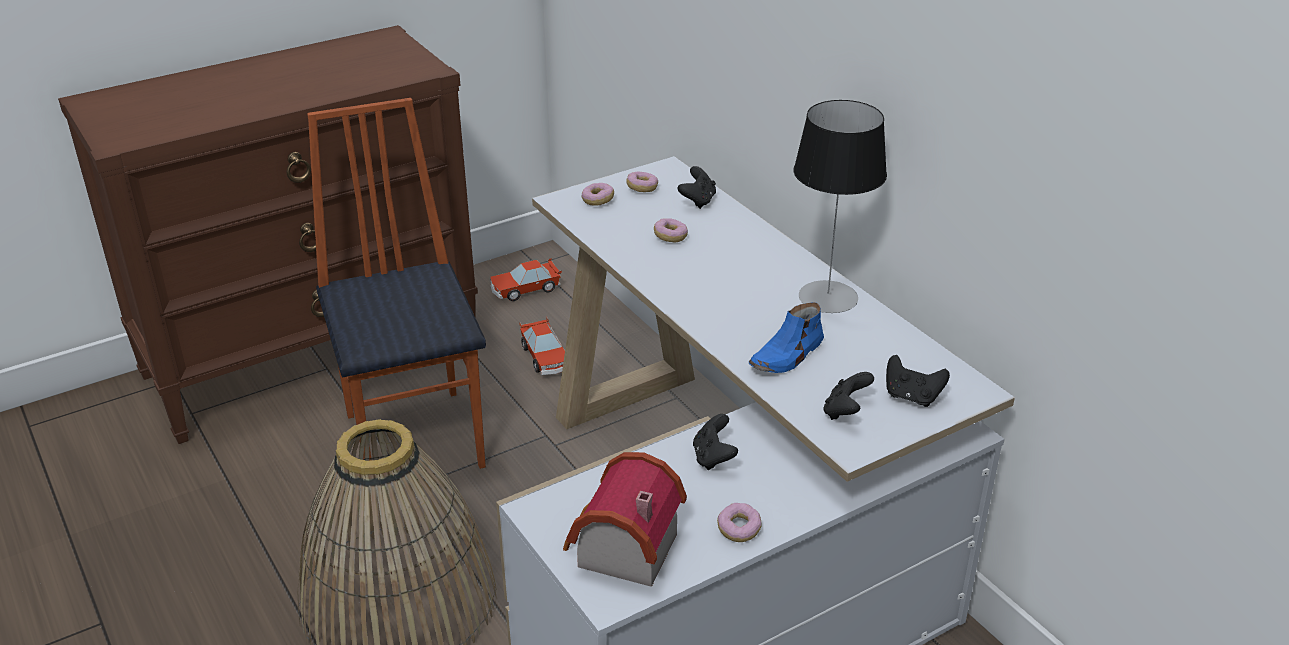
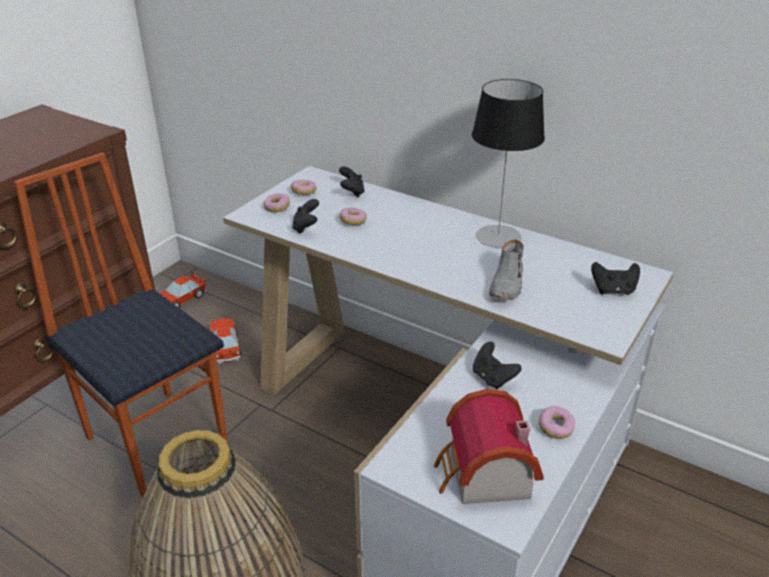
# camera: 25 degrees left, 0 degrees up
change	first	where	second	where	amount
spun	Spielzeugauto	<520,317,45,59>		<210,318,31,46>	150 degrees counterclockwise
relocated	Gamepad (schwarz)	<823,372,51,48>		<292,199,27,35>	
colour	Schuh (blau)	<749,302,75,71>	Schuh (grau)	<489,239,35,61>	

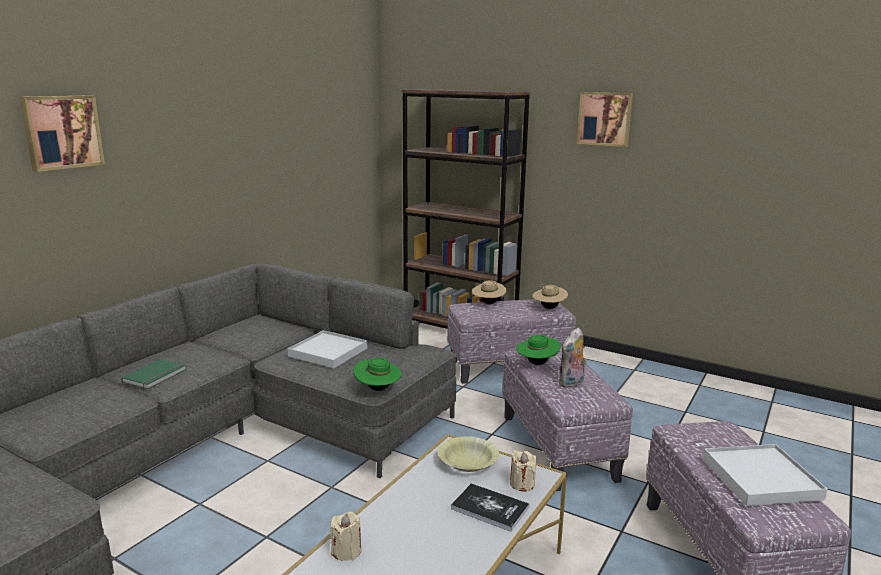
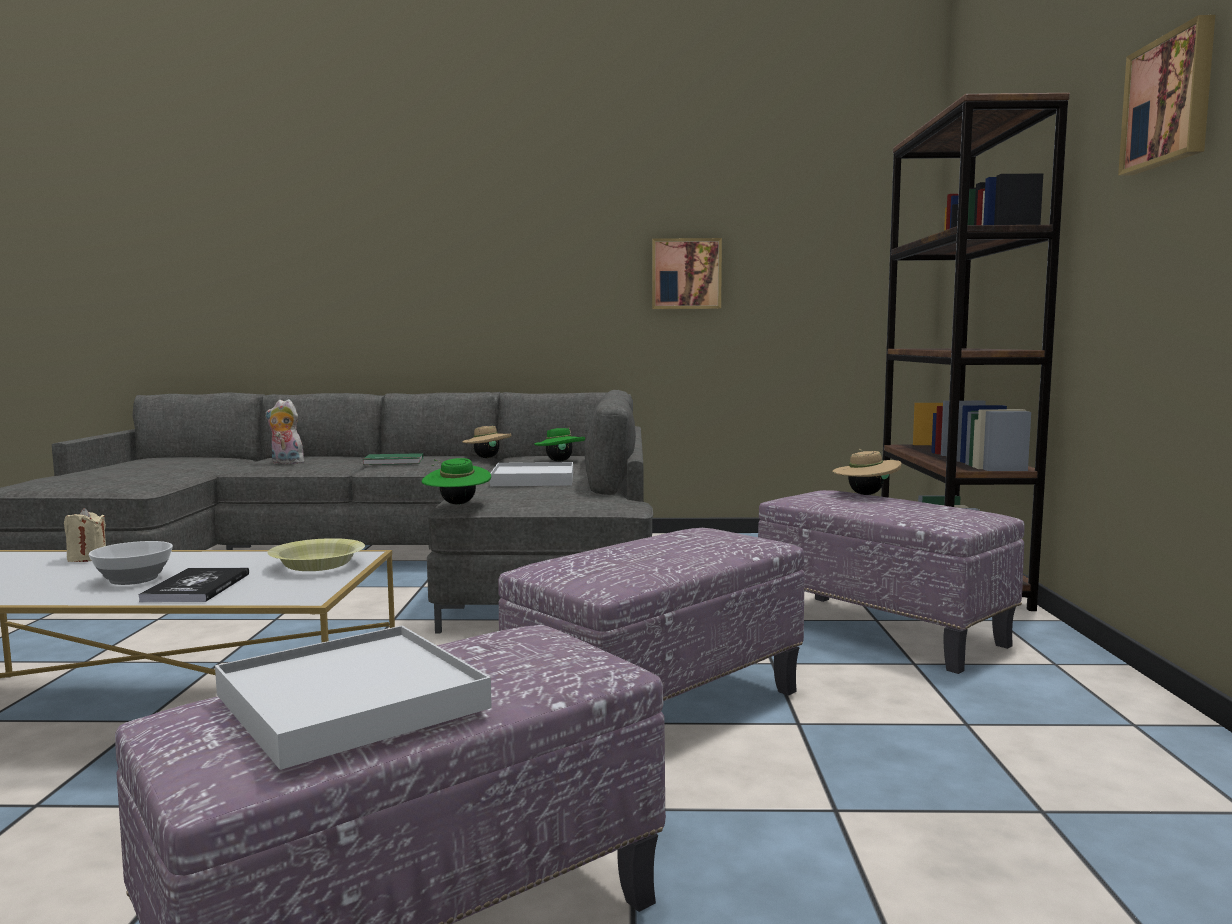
# camera: 60 degrees right, 10 degrees down
change	first	where	second	where	amount
appeared			Schüssel	<89,541,84,44>	
relocated	Plüschtier	<558,328,28,60>		<266,399,38,66>	
relocated	Hut (beige)	<532,284,36,25>		<462,424,49,34>	
relocated	Hut (grün)	<516,332,45,33>		<534,426,51,36>	
relocated	Bild	<20,95,85,77>		<652,238,70,71>	
missing	Kerze (beige)	<510,450,26,42>			

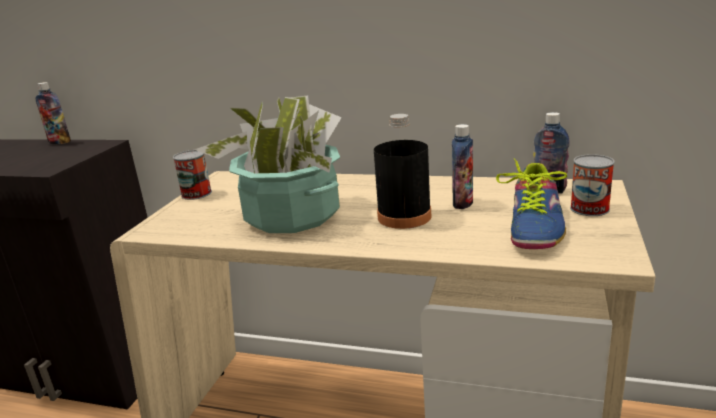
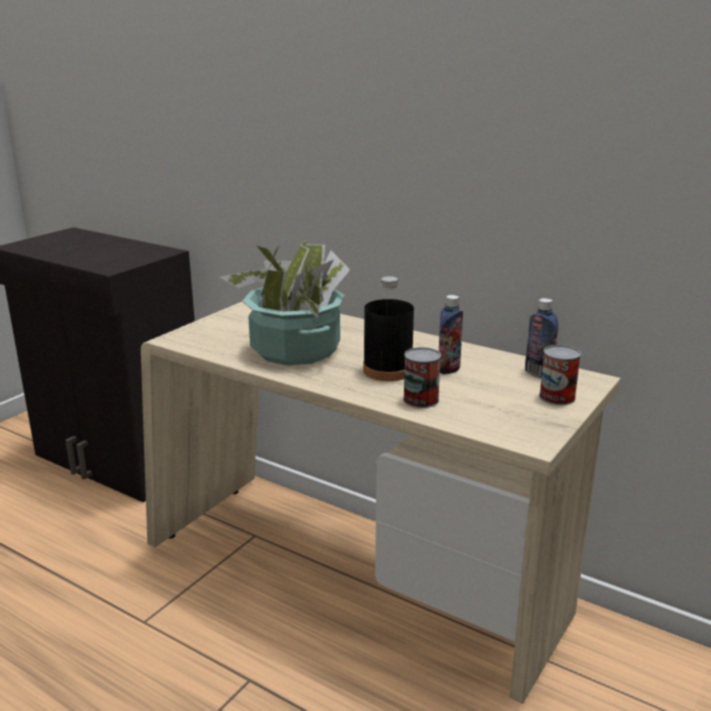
# camera: 15 degrees right, 0 degrees up
change	first	where	second	where	amount
relocated	Dose	<173,150,39,50>		<403,347,38,61>	
missing	Flasche	<36,82,35,62>			
missing	Schuh	<496,158,71,91>			

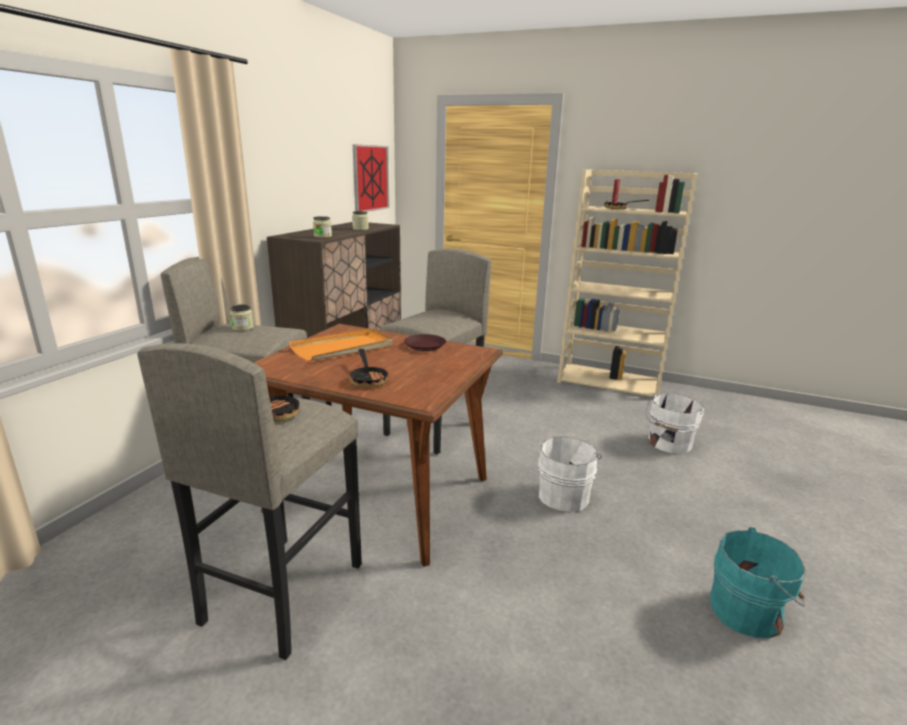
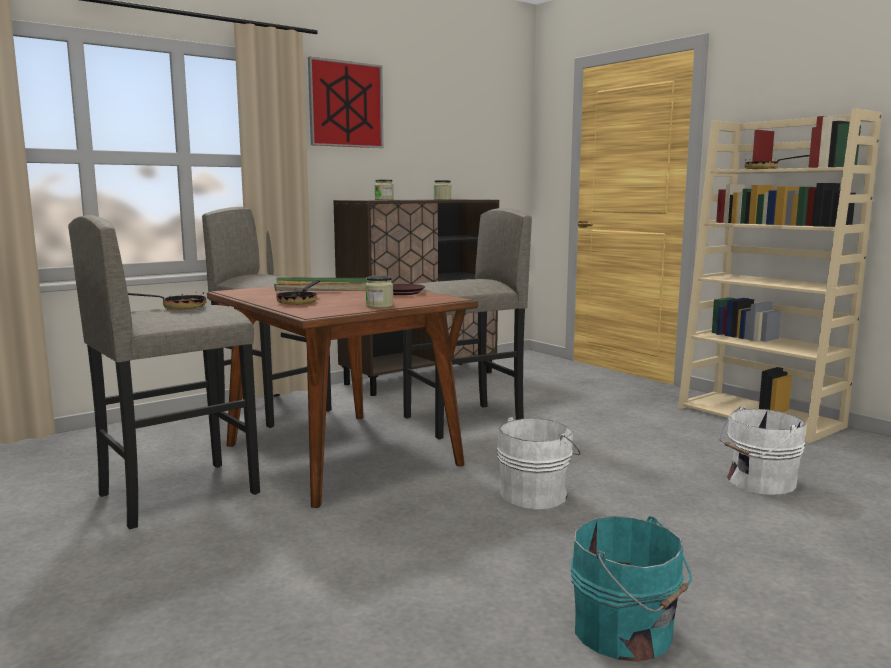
# camera: 30 degrees right, 10 degrees down
change	first	where	second	where	amount
colour	Tablett (orange)	<289,328,104,33>	Tablett (grün)	<274,278,94,13>	
relocated	Bild	<353,144,36,68>		<308,57,76,91>	
relocated	Vorratsglas	<230,304,24,27>		<366,276,27,32>	

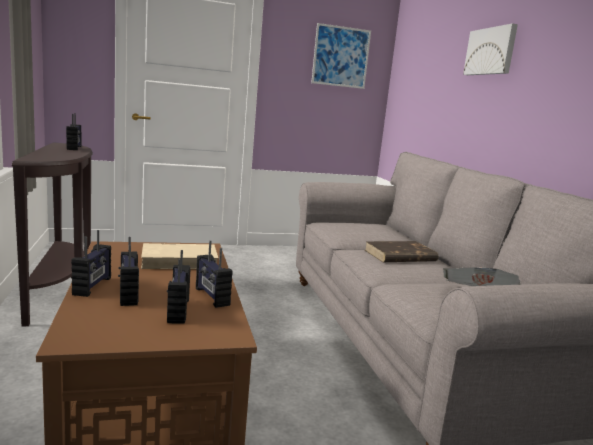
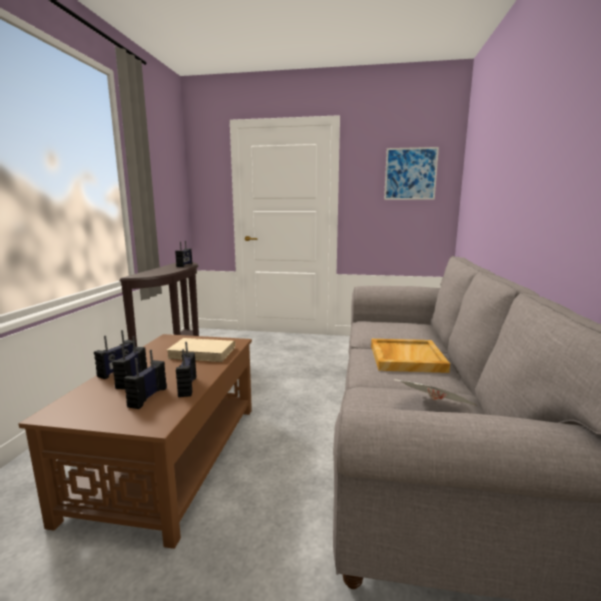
# camera: 25 degrees right, 0 degrees up
change	first	where	second	where	amount
exchanged	Buch (braun)	<365,241,73,21>	Tablett (beige)	<371,339,79,34>	
missing	Bild	<463,23,55,52>			

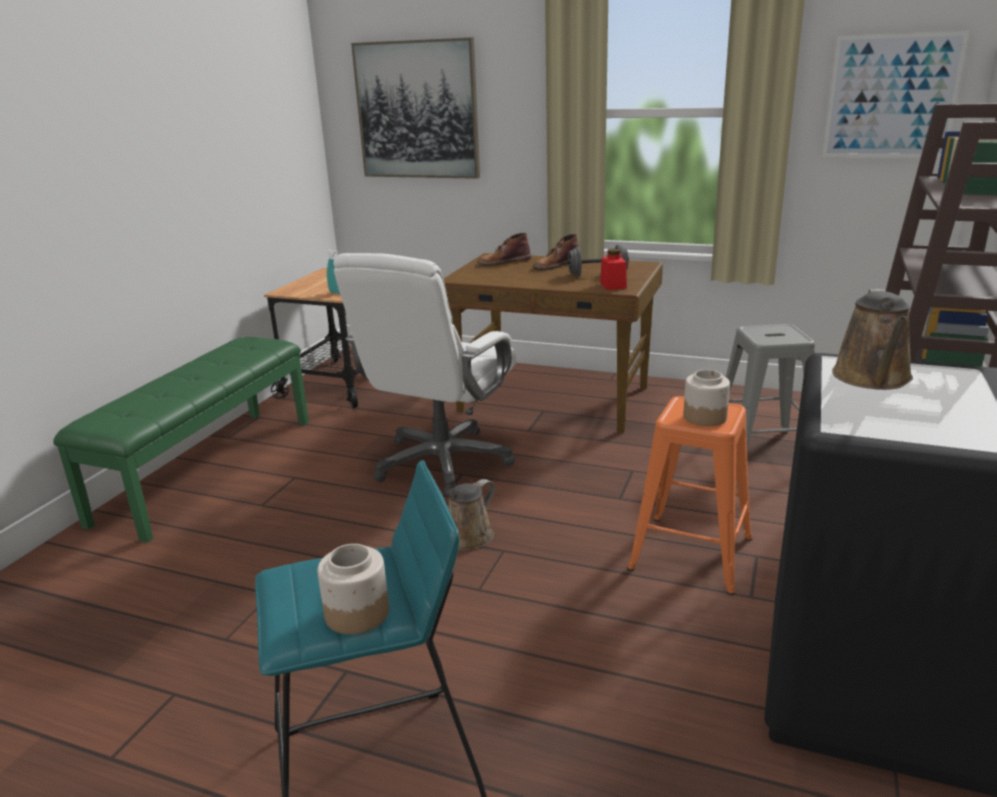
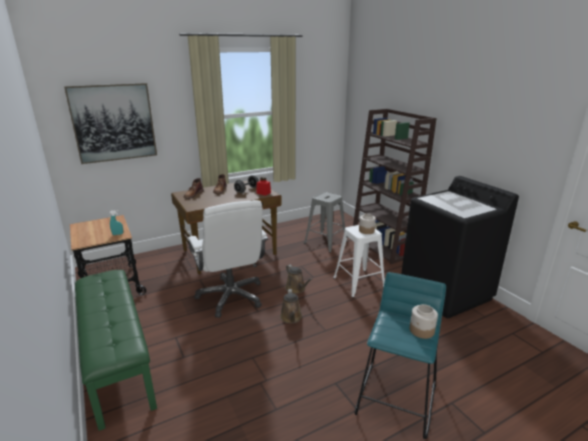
# camera: 50 degrees left, 0 degrees up
change	first	where	second	where	amount
relocated	Gießkanne (braun)	<832,289,81,101>		<286,265,27,29>	
colour	Hocker (orange)	<627,396,125,199>	Hocker (weiß)	<333,225,52,73>	
missing	Bild	<822,31,147,127>			

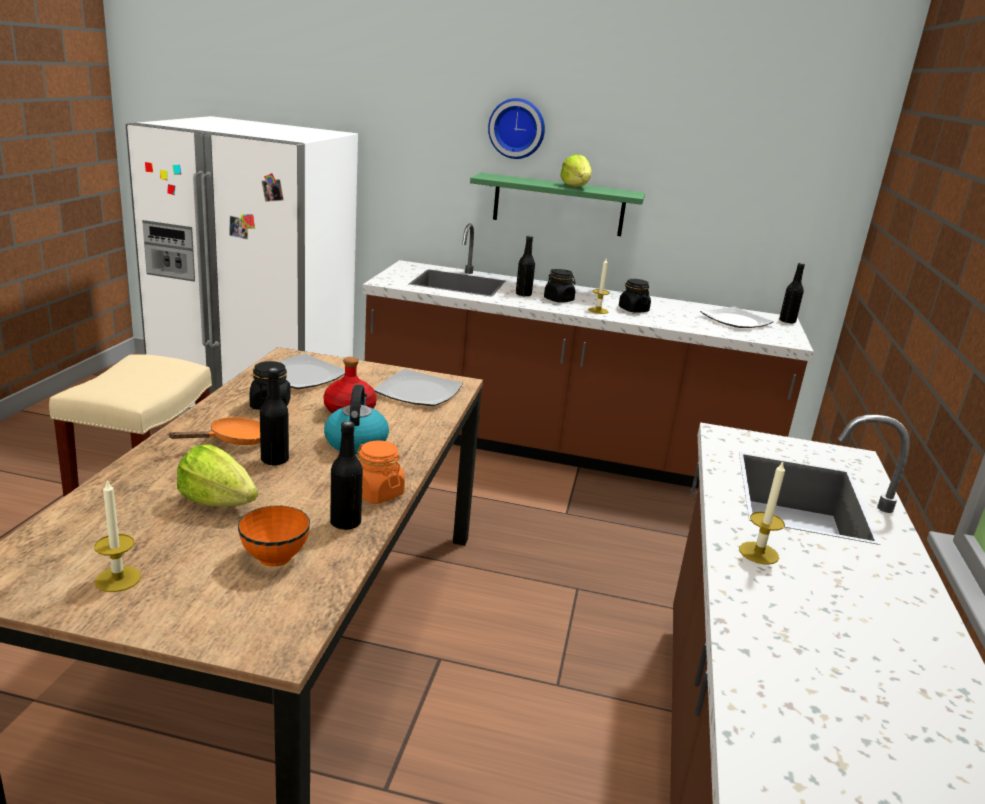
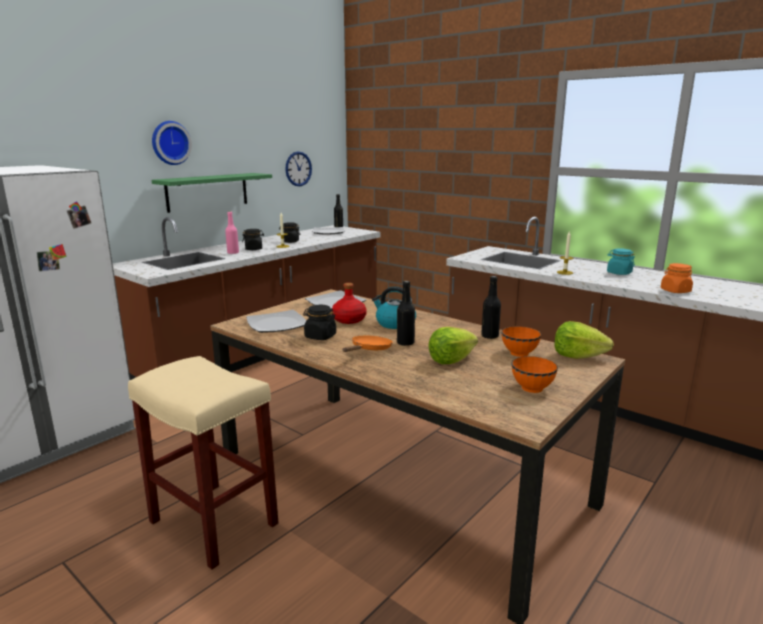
# camera: 60 degrees left, 5 degrees down
change	first	where	second	where	amount
colour	Flasche (schwarz)	<516,236,19,61>	Flasche (rosa)	<225,212,14,42>	
appeared			Wanduhr	<285,151,27,35>	
spun	Pfanne (orange)	<168,417,92,28>		<343,336,50,16>	45 degrees clockwise
exchanged	Kerze	<94,480,47,112>	Schüssel (orange)	<511,356,47,37>	
relocated	Salatkopf	<560,154,32,32>		<555,321,59,38>	
appeared			Vorratsglas (türkis)	<607,248,28,27>	
relocated	Vorratsglas (orange)	<357,440,48,64>		<661,263,32,30>	

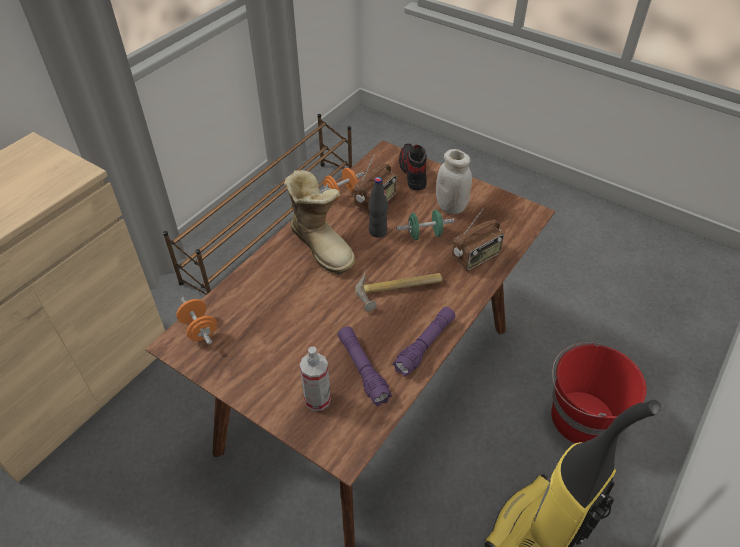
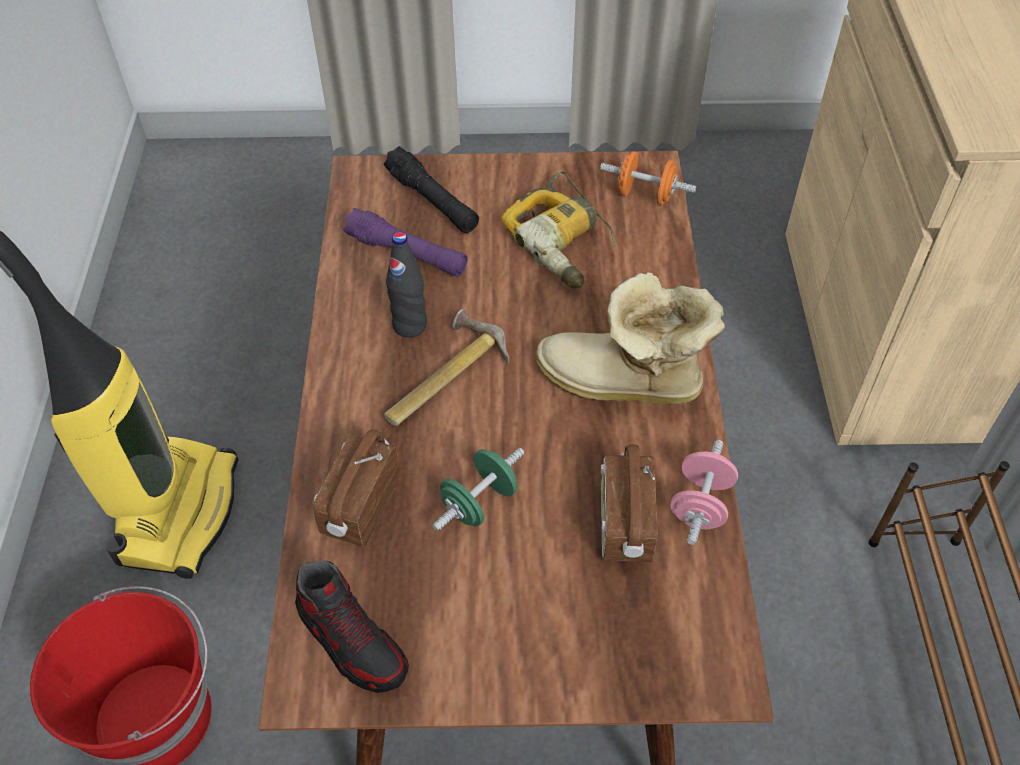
# camera: 145 degrees right, 5 degrees up
change	first	where	second	where	amount
relocated	Schuh	<399,144,28,46>		<295,560,114,133>	
exchanged	Sprühflasche	<300,347,31,64>	Taschenlampe (schwarz)	<384,147,95,86>	
relocated	Flasche (schwarz)	<368,177,20,61>		<386,232,41,106>	
appeared			Bohrmaschine	<501,172,116,117>	
colour	Hantel (orange)	<320,168,45,32>	Hantel (rosa)	<671,440,67,105>	
missing	Taschenlampe (lila)	<392,307,63,70>			
missing	Vorratsglas (weiß)	<436,149,36,65>			

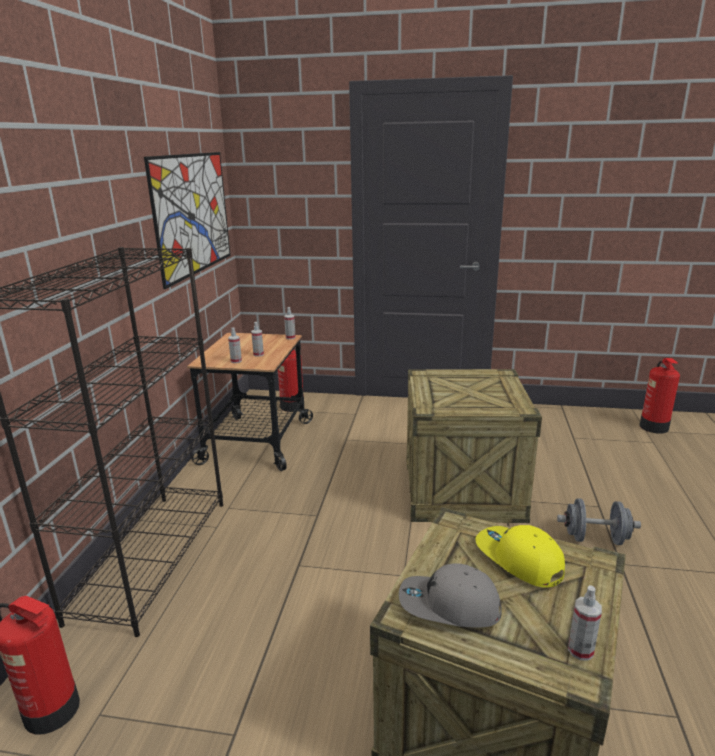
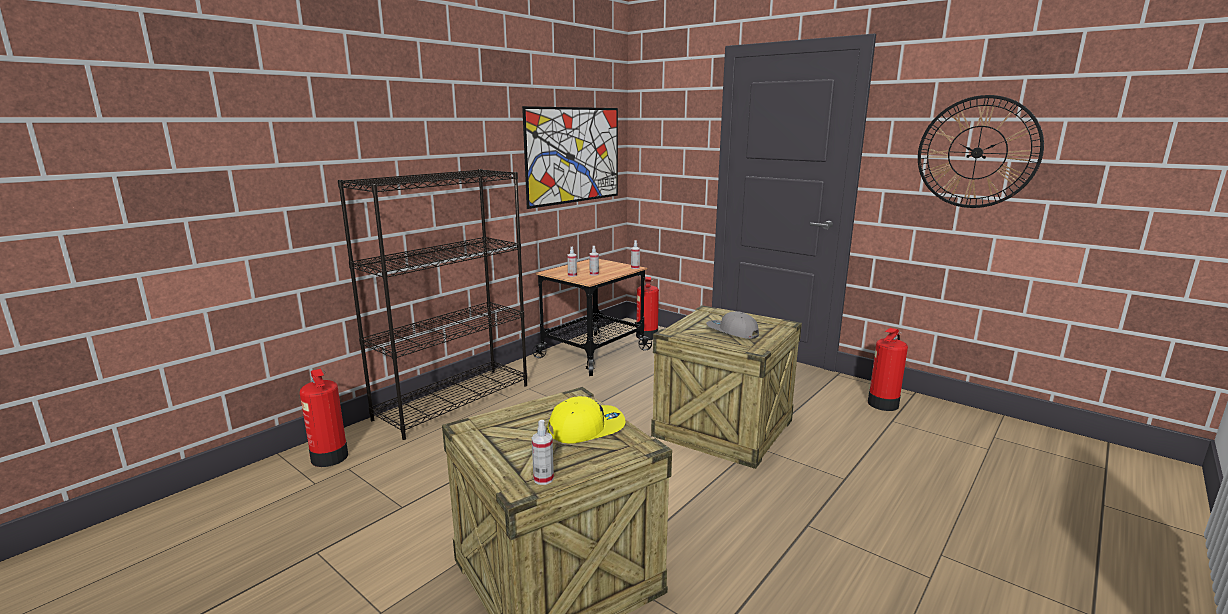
# camera: 30 degrees right, 5 degrees down
change	first	where	second	where	amount
spun	Kappe (gelb)	<475,525,90,63>		<547,396,79,48>	75 degrees clockwise
relocated	Kappe (grau)	<399,563,103,65>		<706,311,53,28>	
relocated	Feuerlöscher	<640,358,40,76>		<868,328,40,83>	
appeared			Wanduhr	<918,95,126,113>	
missing	Hantel (grau)	<557,498,84,47>			

